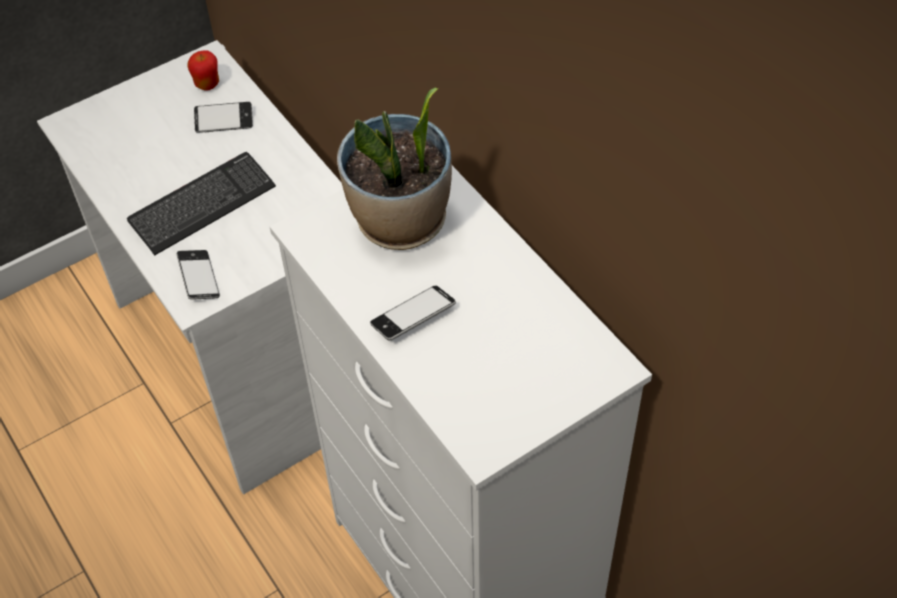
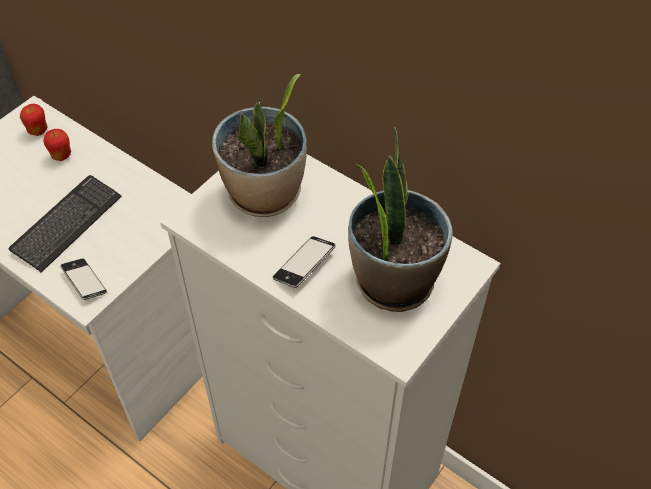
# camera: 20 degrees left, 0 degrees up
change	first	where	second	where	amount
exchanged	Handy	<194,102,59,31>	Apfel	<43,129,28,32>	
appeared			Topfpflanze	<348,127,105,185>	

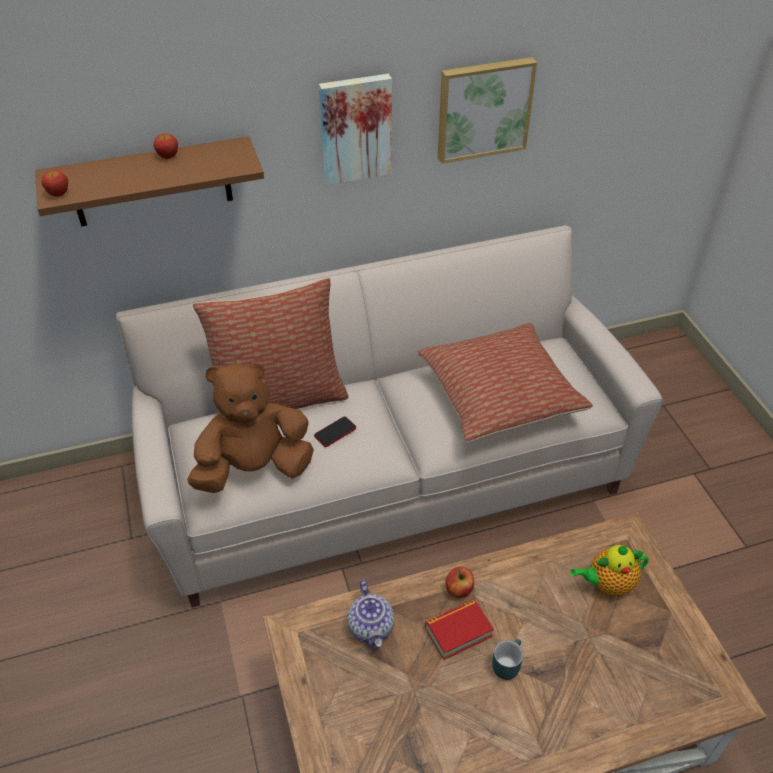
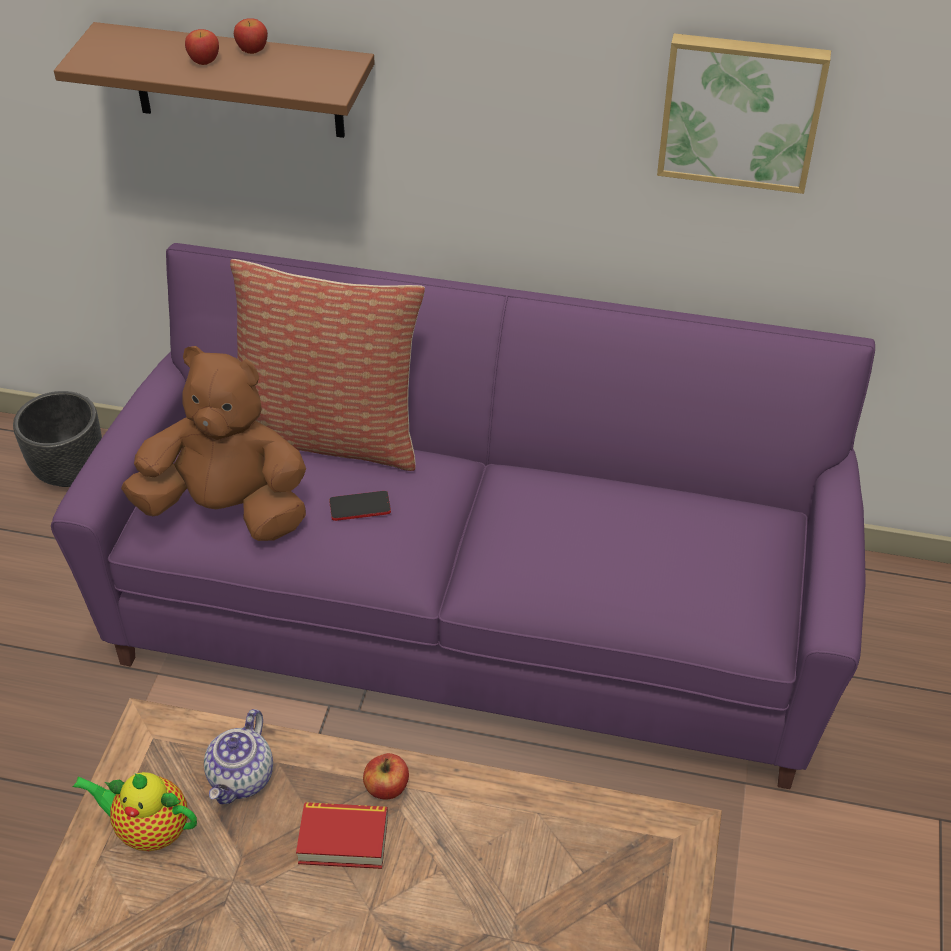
# camera: 30 degrees right, 0 degrees up
change	first	where	second	where	amount
appeared			Pflanzkübel (schwarz)	<13,391,89,96>	
colour	Sofa (beige)	<116,225,547,383>	Sofa (lila)	<51,243,824,546>	
relocated	Teekanne	<570,545,79,51>		<73,772,124,79>	
relocated	Apfel	<42,171,26,26>		<185,29,34,36>	
missing	Bild	<319,74,73,111>			
missing	Kissen	<417,323,176,119>			
missing	Henkelbecher (türkis)	<492,639,31,41>			

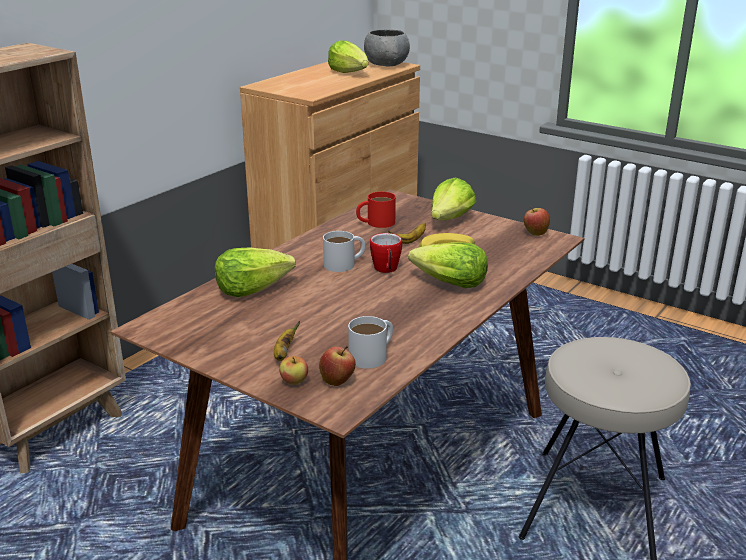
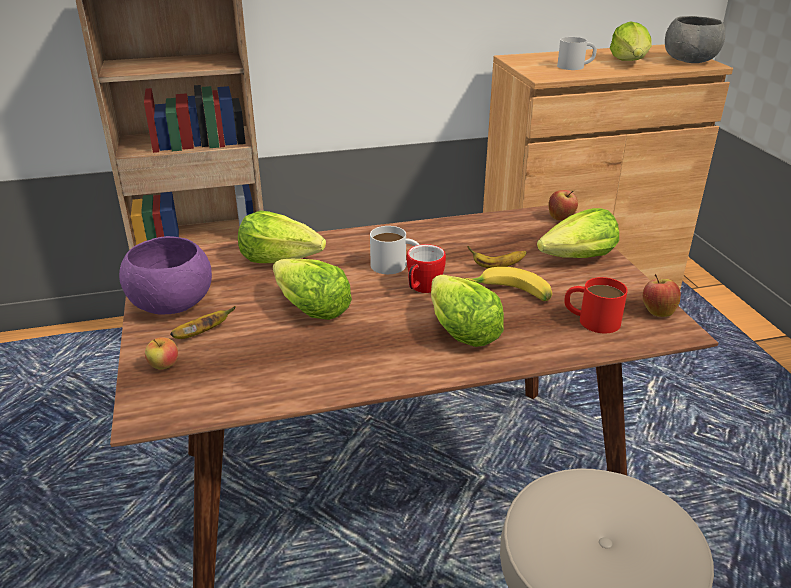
# camera: 40 degrees right, 5 degrees up
change	first	where	second	where	amount
appeared			Schüssel (lila)	<119,236,93,79>	
appeared			Salatkopf	<273,259,79,61>	
relocated	Apfel	<319,346,37,40>		<548,190,30,31>	
relocated	Henkelbecher (weiß)	<348,316,45,53>		<557,37,40,33>	
relocated	Henkelbecher (rot)	<356,192,40,36>		<564,277,64,56>	

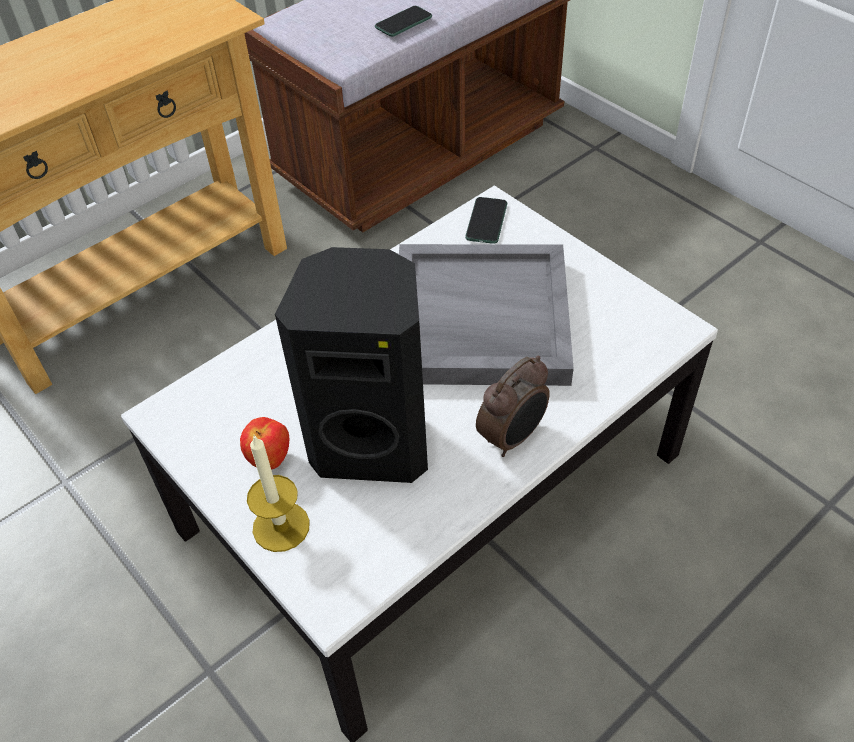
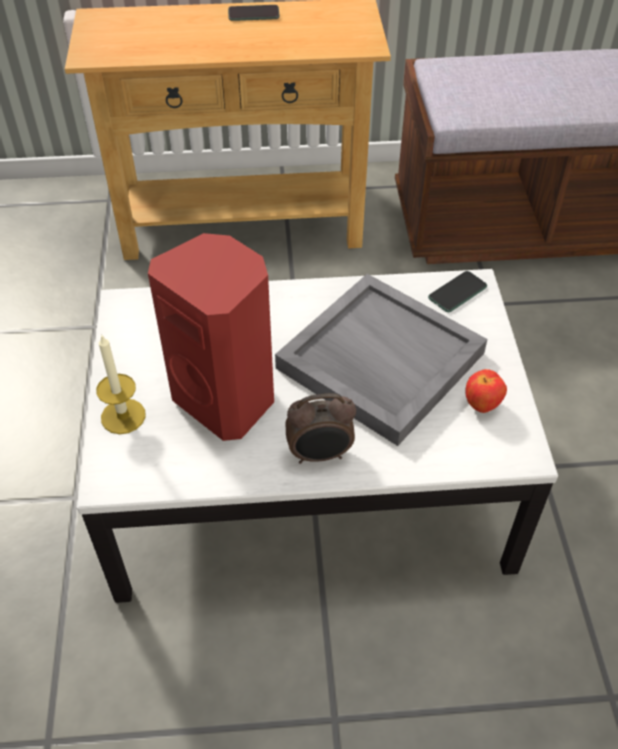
# camera: 35 degrees right, 0 degrees up
change	first	where	second	where	amount
colour	Lautsprecher (schwarz)	<275,247,153,236>	Lautsprecher (rot)	<148,233,126,208>	
relocated	Handy	<375,6,57,31>		<228,5,52,16>	
relocated	Apfel	<240,417,49,52>		<465,369,42,44>	

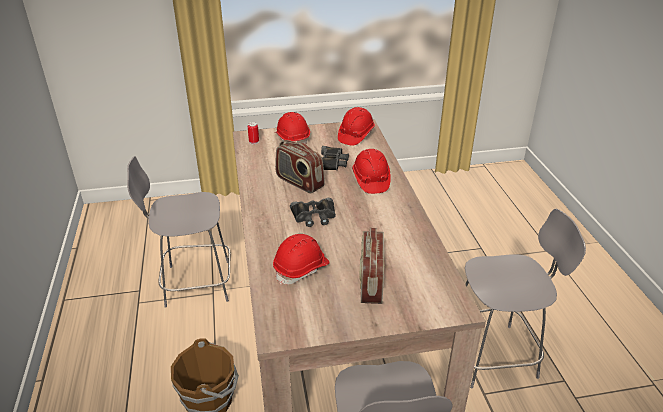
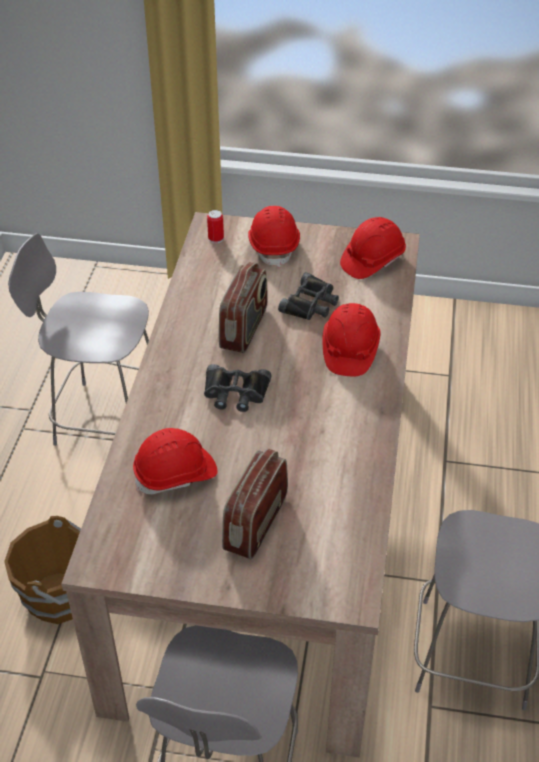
# camera: 20 degrees right, 10 degrees up
change	first	where	second	where	amount
spun	Radio	<275,140,50,53>		<219,262,49,91>	135 degrees counterclockwise

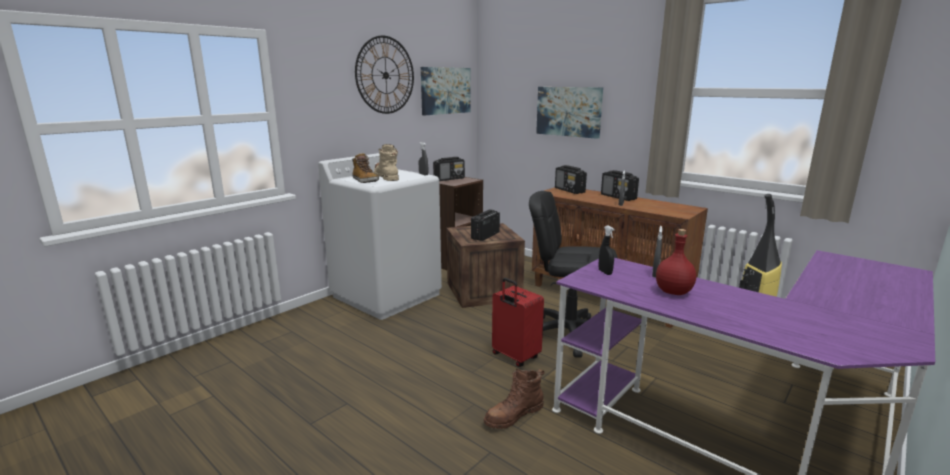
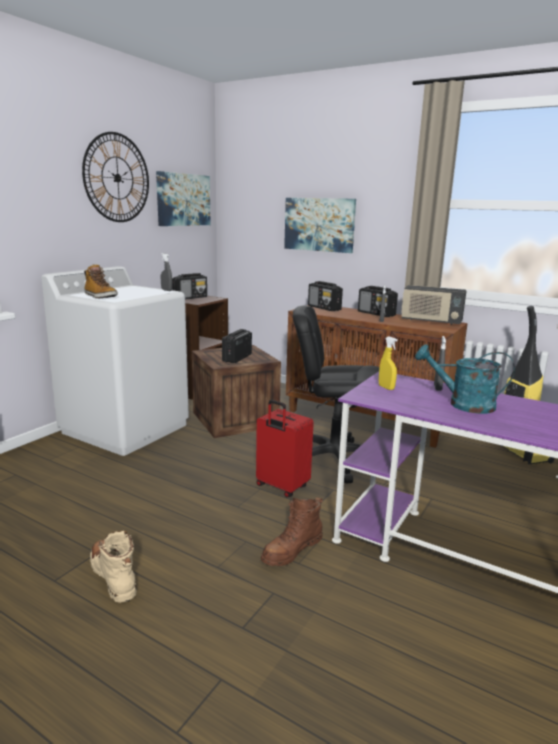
# camera: 10 degrees left, 0 degrees up
change	first	where	second	where	amount
relocated	Stiefel (beige)	<374,144,25,37>		<90,531,47,72>	
colour	Sprühflasche (schwarz)	<598,225,17,50>	Sprühflasche (gelb)	<379,336,19,54>	
appeared			Radio	<401,285,66,40>	
exchanged	Flasche (rot)	<656,229,40,66>	Gießkanne (türkis)	<415,344,100,70>	

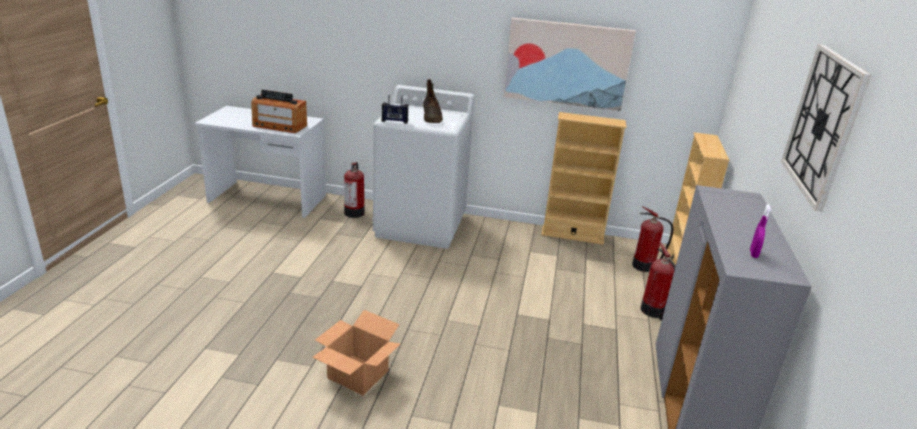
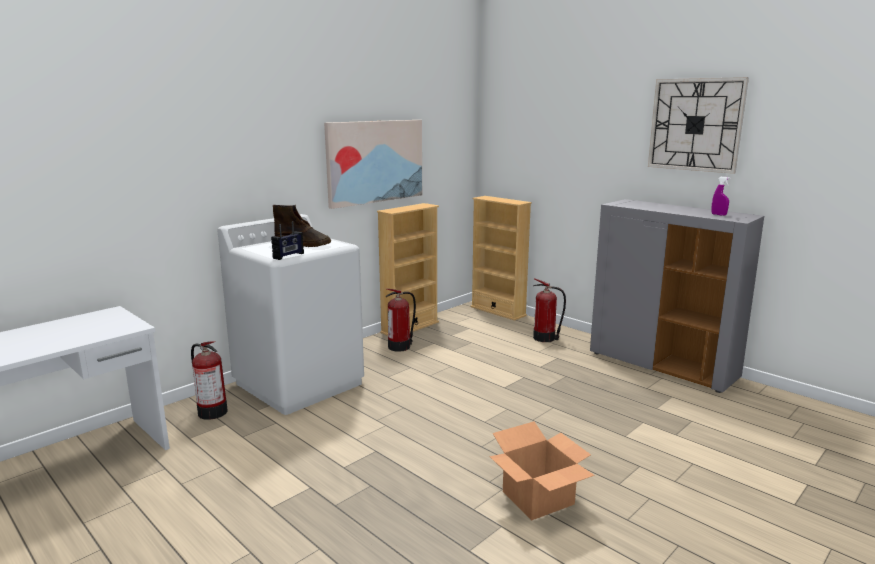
# camera: 55 degrees left, 10 degrees down
change	first	where	second	where	amount
relocated	Feuerlöscher	<632,206,41,66>		<385,288,31,64>	
missing	Radio	<251,90,56,43>			

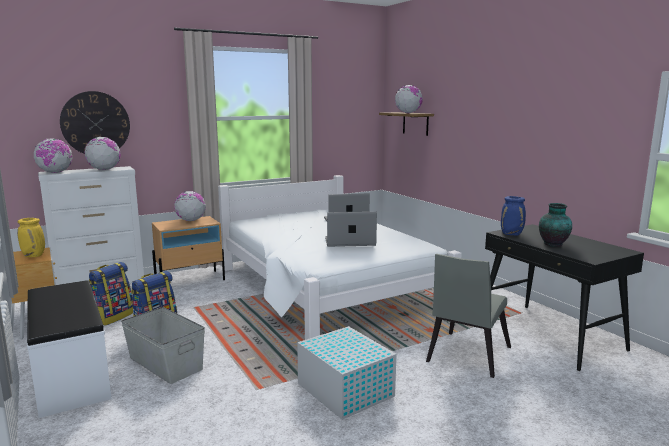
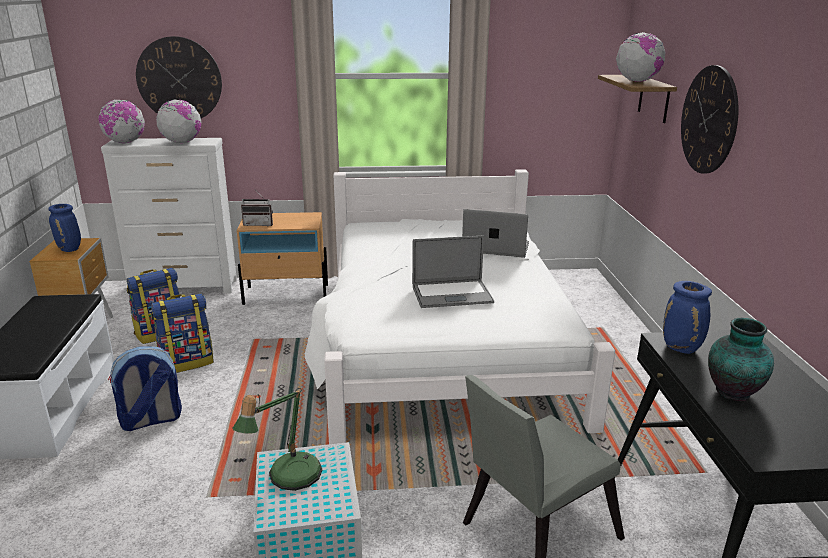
# camera: 25 degrees right, 10 degrees up
change	first	where	second	where	amount
colour	Vase (gelb)	<17,218,28,39>	Vase (blau)	<48,204,33,48>	
exchanged	Aufbewahrungsbox (grau)	<121,307,84,77>	Rucksack	<108,346,74,85>	
appeared			Tischlampe	<232,388,90,103>	
appeared			Radio	<241,191,32,35>	
spun	Laptop	<325,212,52,35>		<412,236,82,72>	150 degrees clockwise
appeared			Wanduhr	<681,65,58,109>	
missing	Globus	<174,191,32,30>			

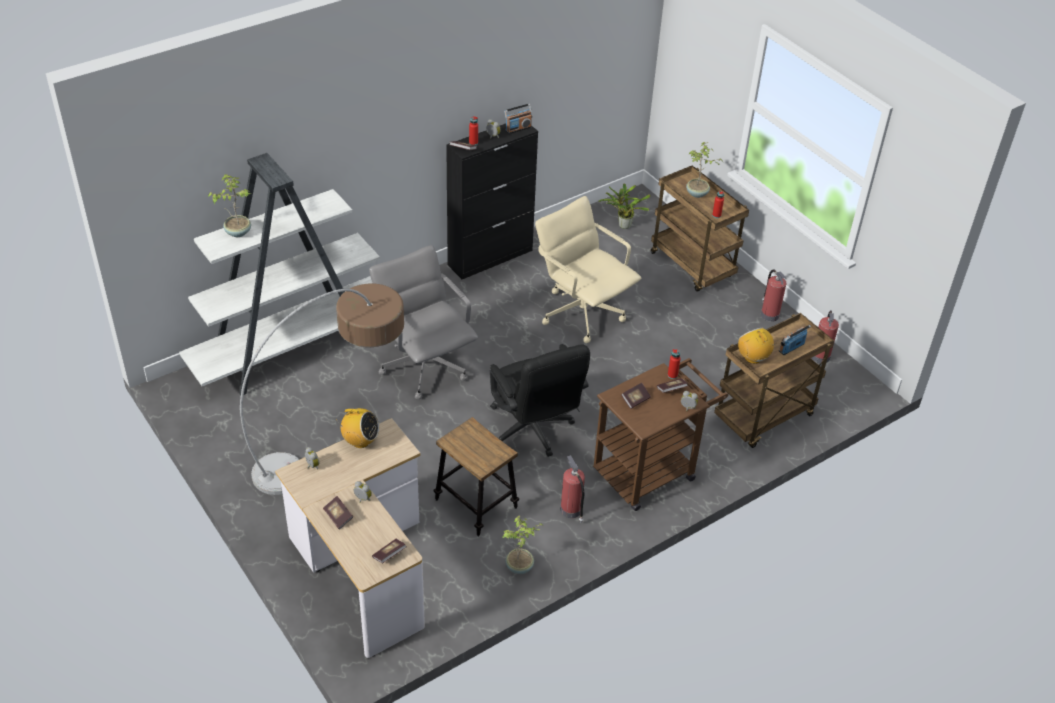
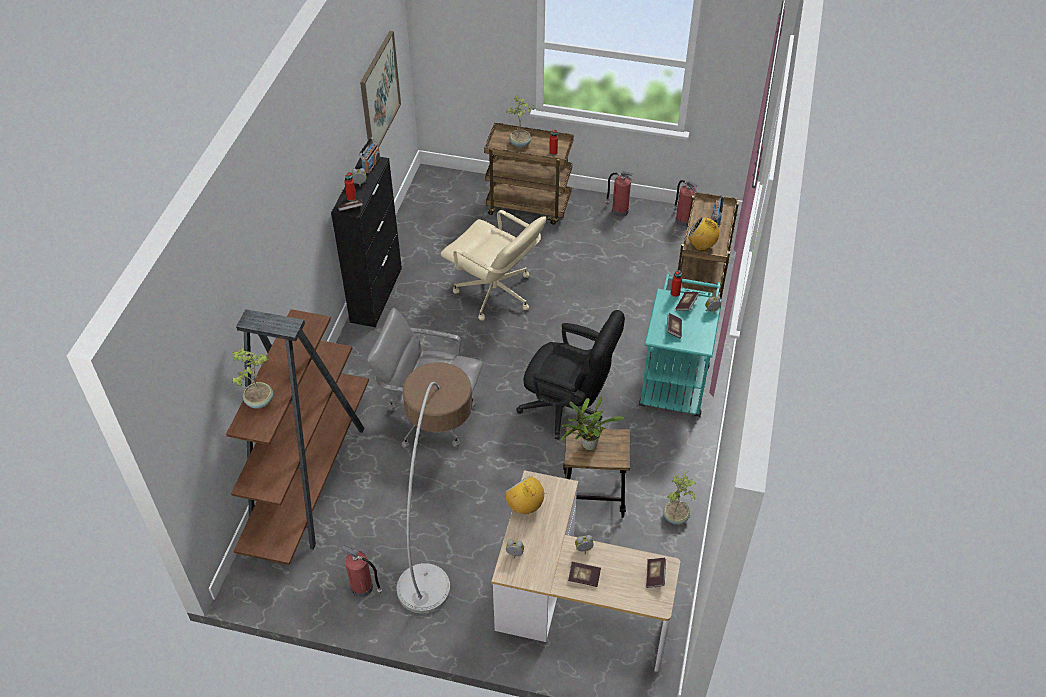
# camera: 40 degrees left, 5 degrees up
change	first	where	second	where	amount
colour	Bücherregal (weiß)	<179,153,201,243>	Bücherregal (braun)	<226,309,143,256>	
relocated	Feuerlöscher	<560,455,25,68>		<341,545,41,52>	
appeared			Bild	<360,31,41,116>	
spun	Bürostuhl (beige)	<535,196,106,147>		<441,210,105,111>	150 degrees counterclockwise
spun	Radio	<339,408,40,40>		<506,476,41,38>	105 degrees counterclockwise
relocated	Topfpflanze	<598,183,52,46>		<560,397,63,53>	
colour	Rollwagen (braun)	<593,358,135,153>	Rollwagen (türkis)	<639,273,83,144>	

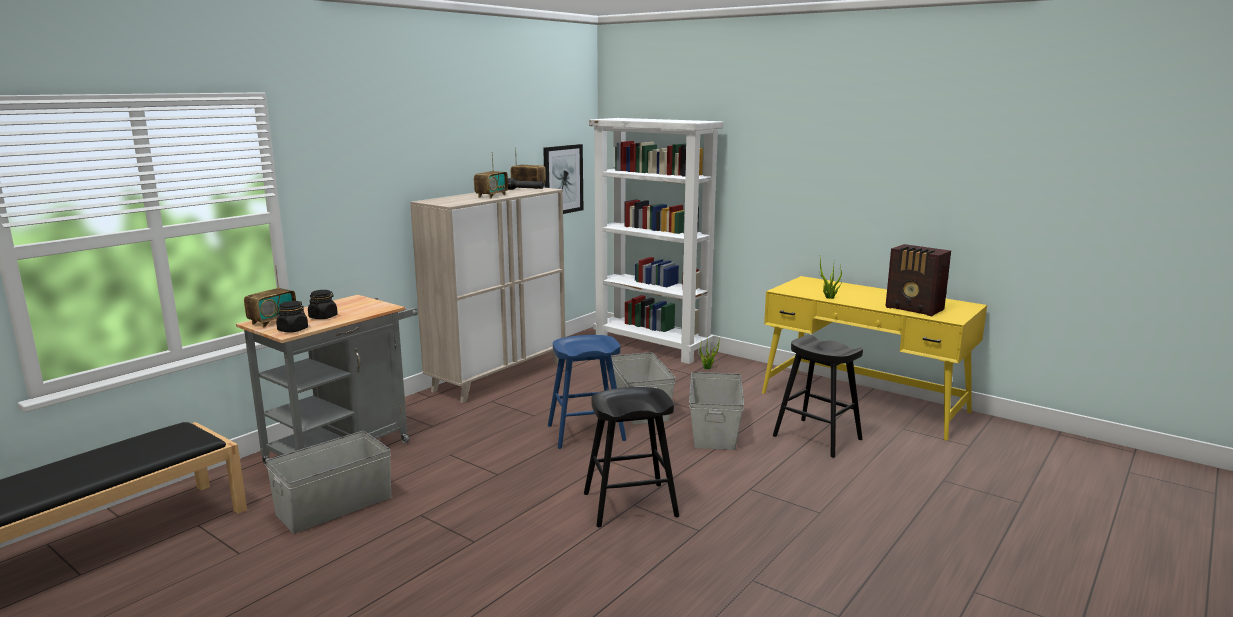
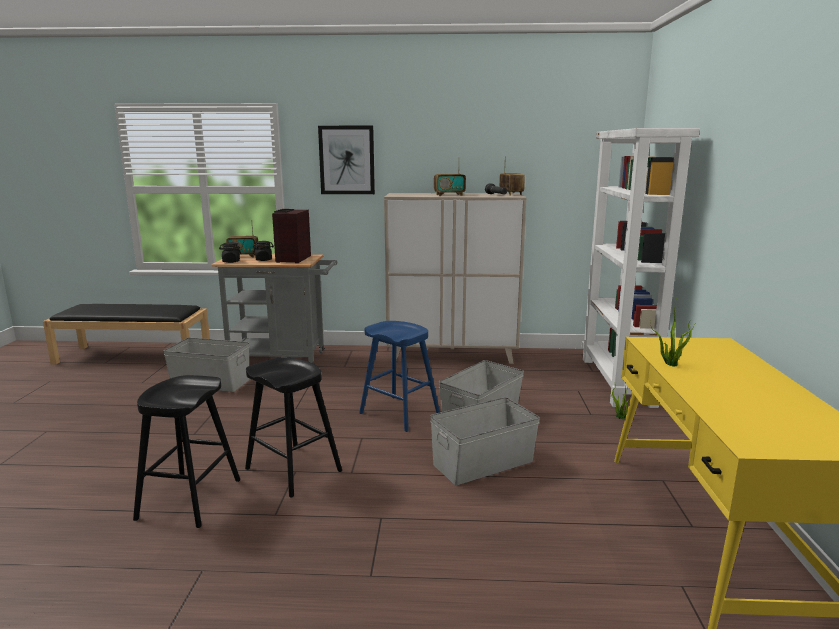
# camera: 55 degrees right, 0 degrees up
change	first	where	second	where	amount
relocated	Hocker (schwarz)	<773,335,90,123>		<133,375,107,153>	
relocated	Radio	<886,244,65,72>		<272,209,39,54>	
relocated	Bild	<543,144,40,70>		<318,126,57,68>	

